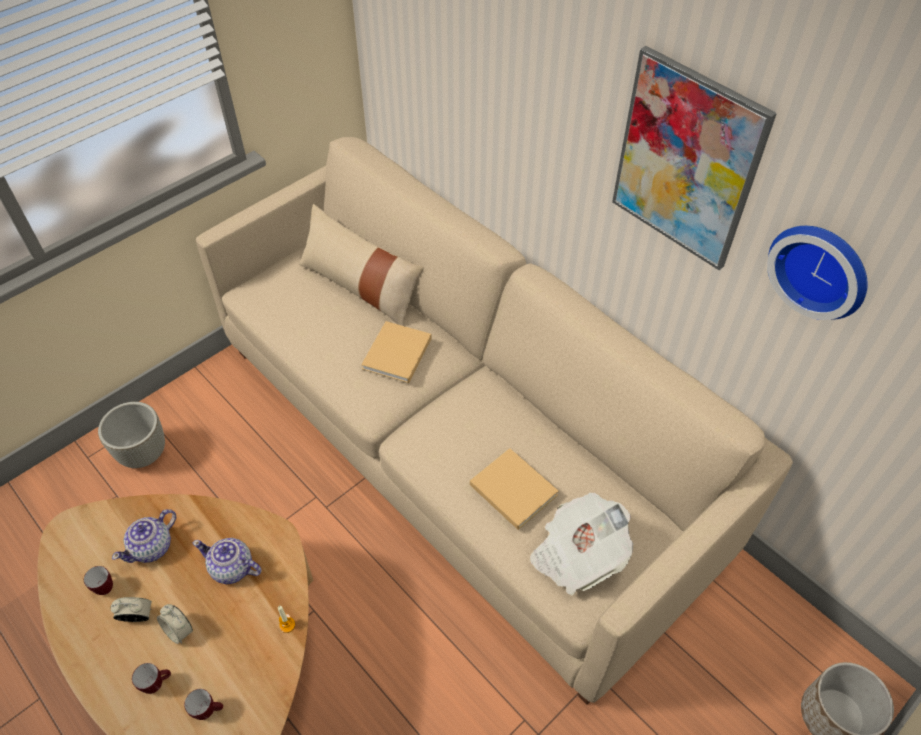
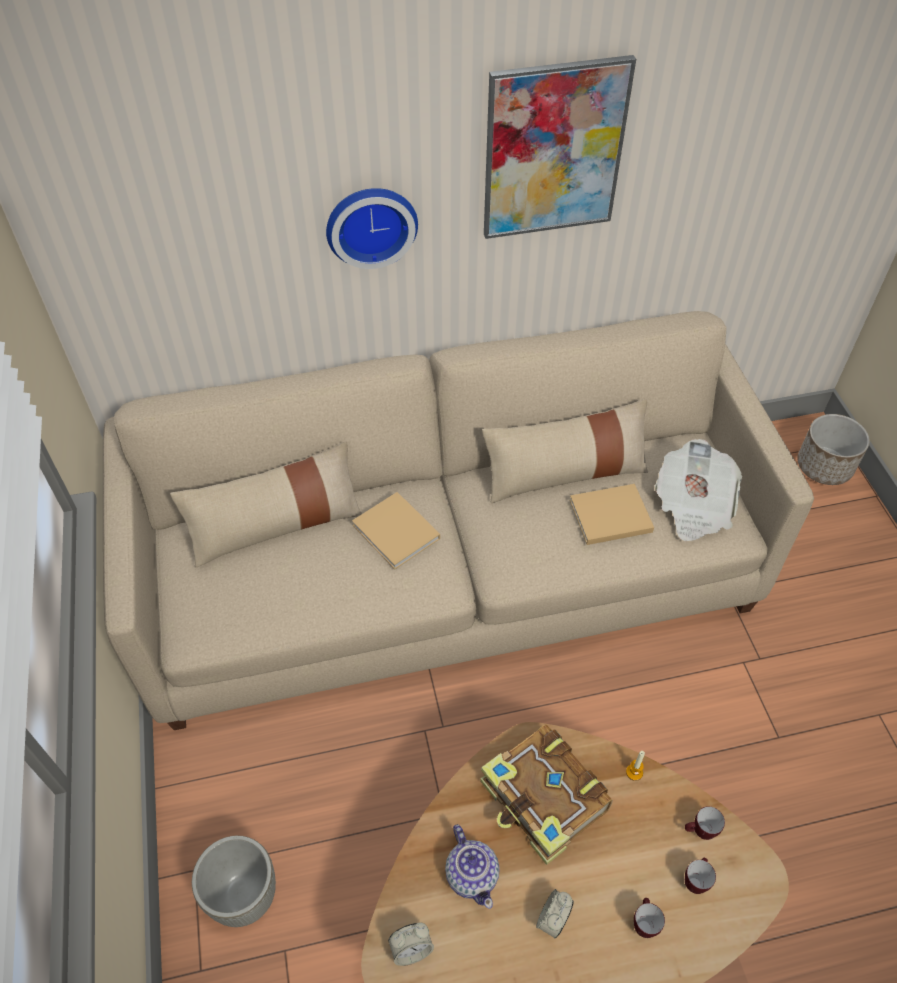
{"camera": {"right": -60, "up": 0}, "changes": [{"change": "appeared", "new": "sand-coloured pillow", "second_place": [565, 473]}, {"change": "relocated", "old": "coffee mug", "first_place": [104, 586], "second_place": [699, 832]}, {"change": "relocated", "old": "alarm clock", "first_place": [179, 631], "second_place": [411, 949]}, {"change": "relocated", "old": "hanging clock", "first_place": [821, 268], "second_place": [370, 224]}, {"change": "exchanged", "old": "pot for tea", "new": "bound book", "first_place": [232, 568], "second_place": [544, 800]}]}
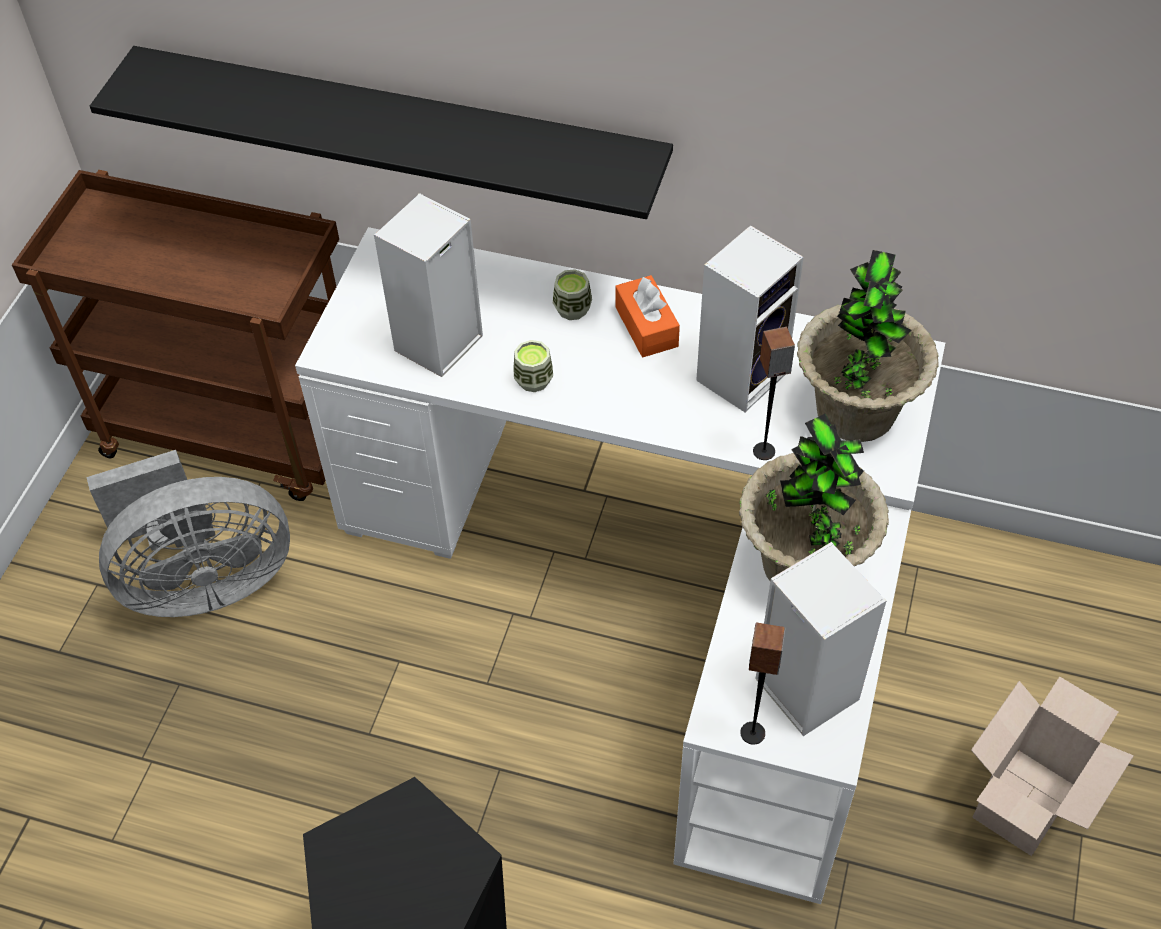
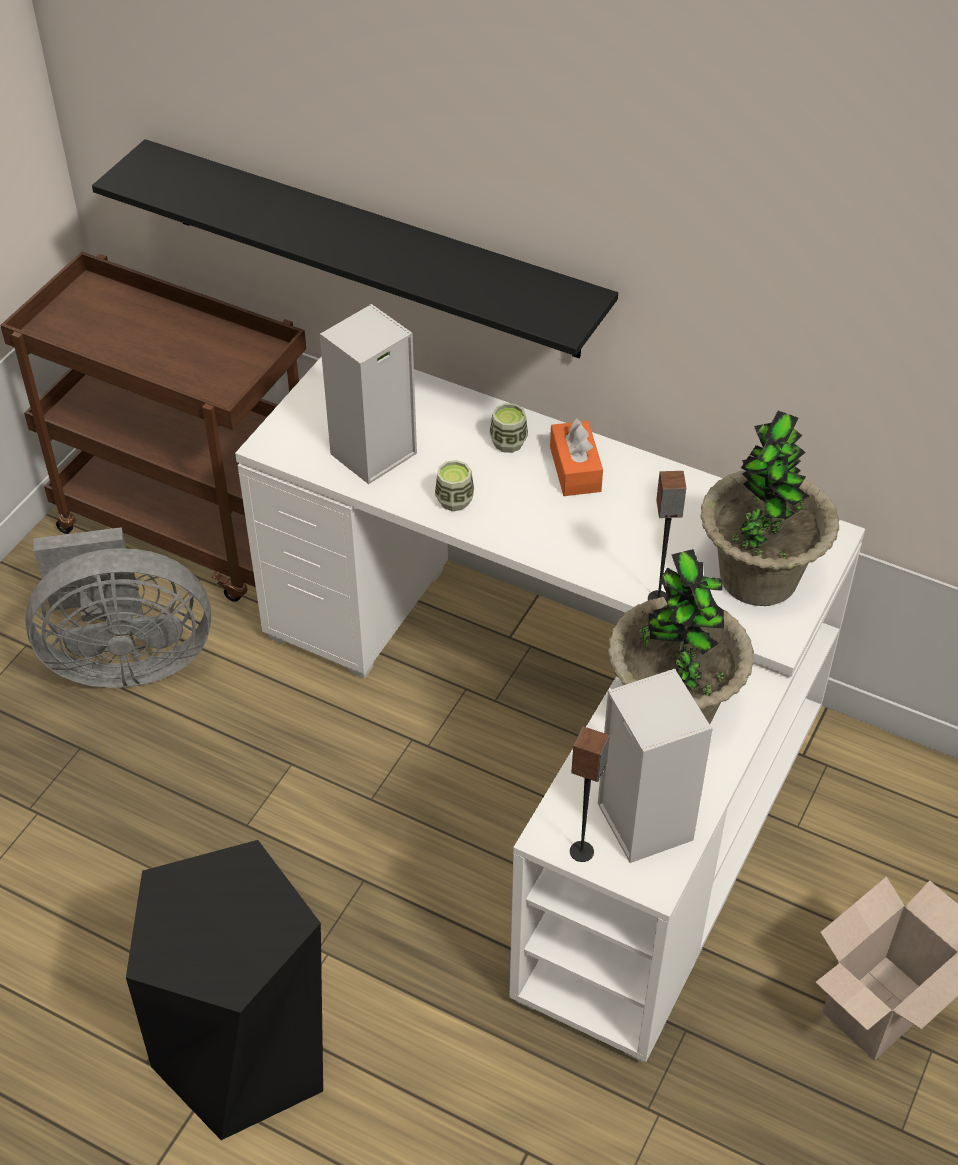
{"camera": {"right": 10, "up": -5}, "changes": [{"change": "missing", "old": "audio speaker", "first_place": [742, 374]}]}
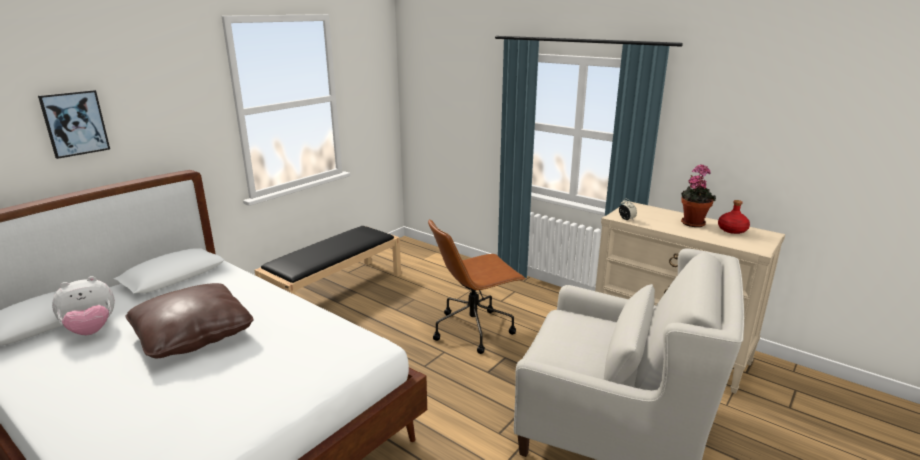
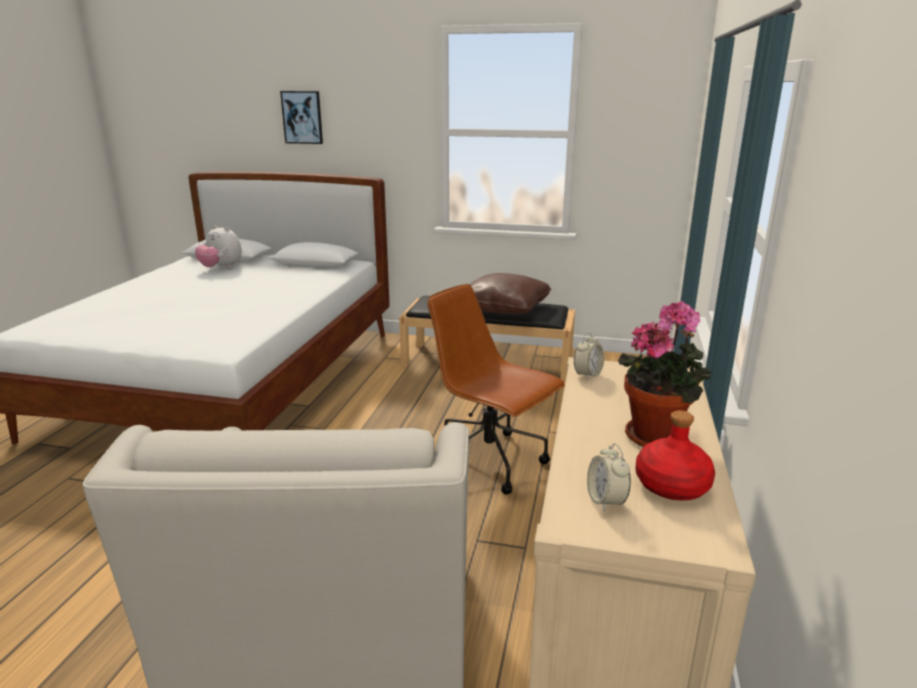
{"camera": {"right": 65, "up": 0}, "changes": [{"change": "appeared", "new": "alarm clock", "second_place": [606, 501]}, {"change": "relocated", "old": "brown pillow", "first_place": [193, 335], "second_place": [505, 308]}]}
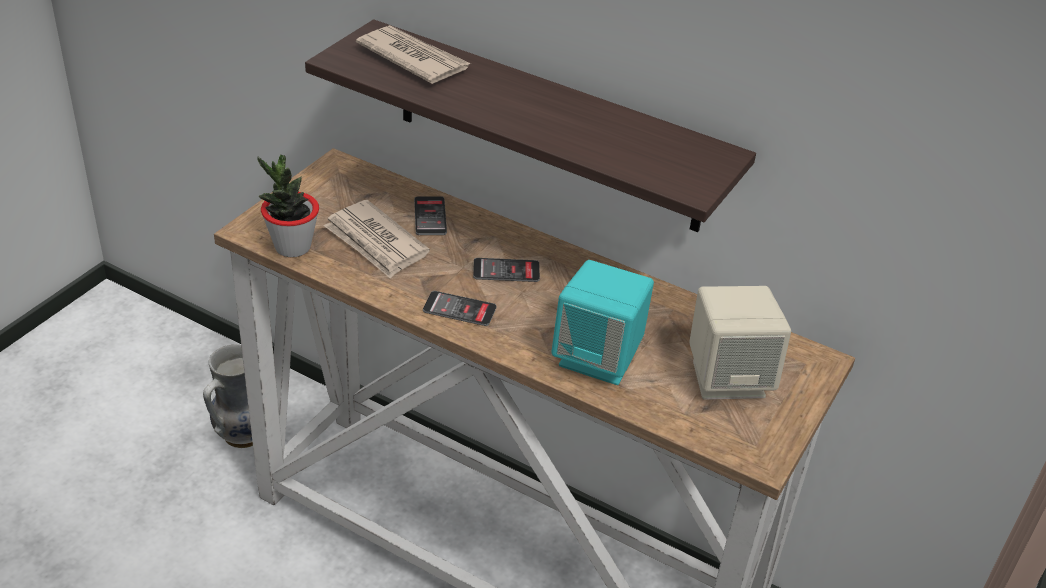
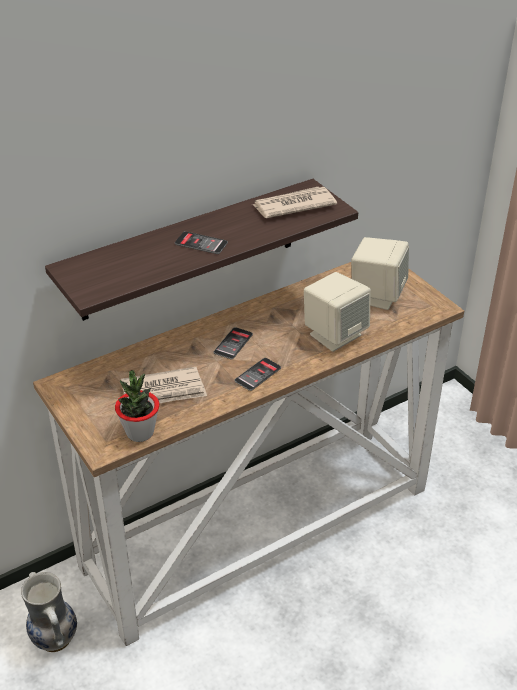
{"camera": {"right": -60, "up": 0}, "changes": [{"change": "relocated", "old": "printed paper", "first_place": [413, 58], "second_place": [293, 205]}, {"change": "relocated", "old": "handset", "first_place": [430, 216], "second_place": [201, 243]}, {"change": "colour", "old": "blue-green audio speaker", "new": "sand-coloured audio speaker", "first_place": [598, 358], "second_place": [335, 334]}]}
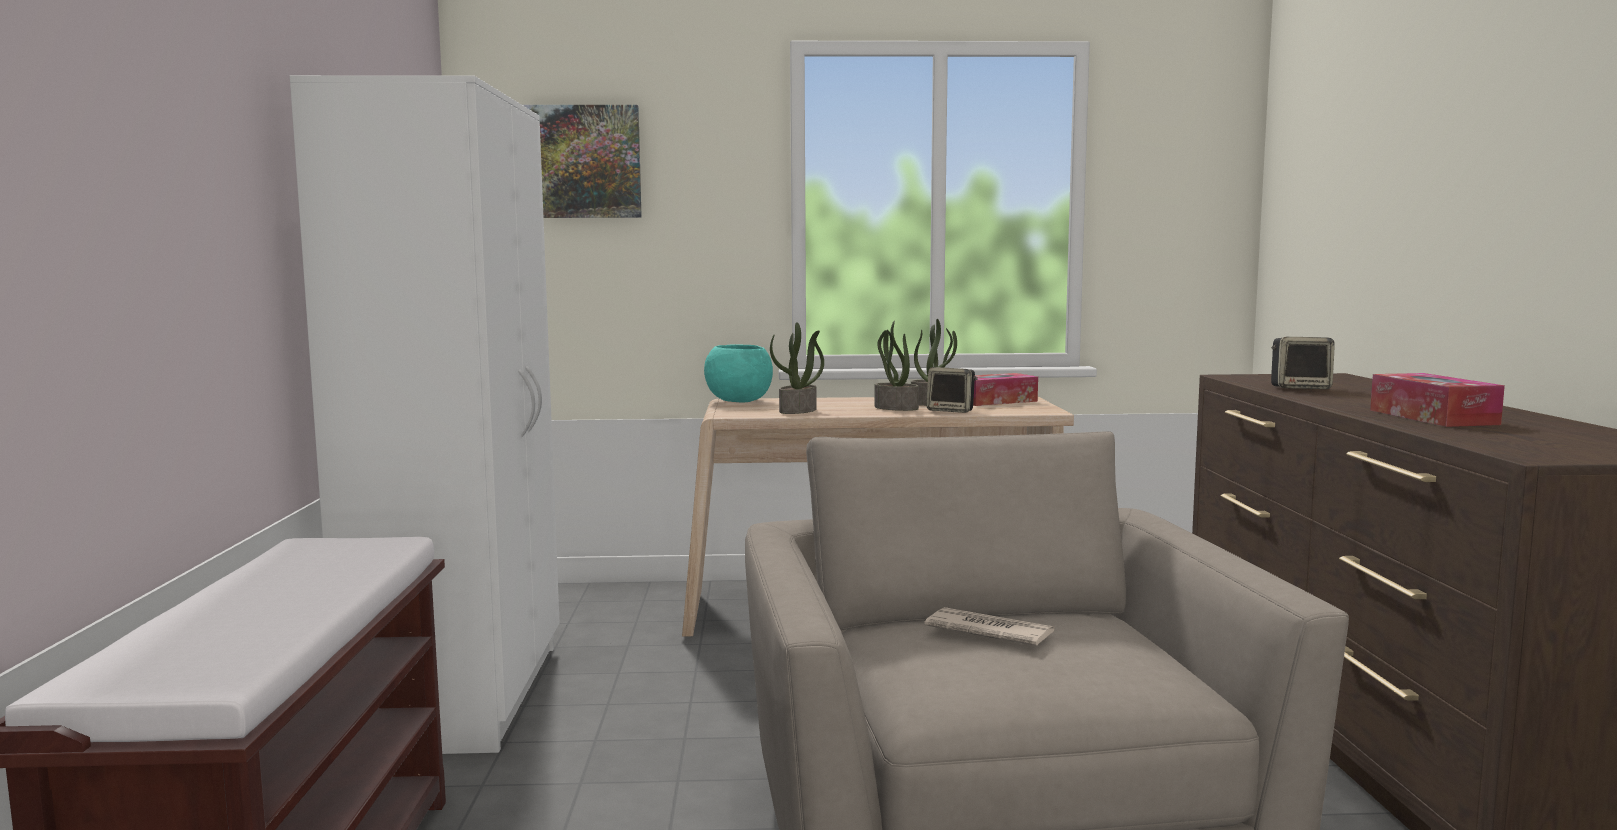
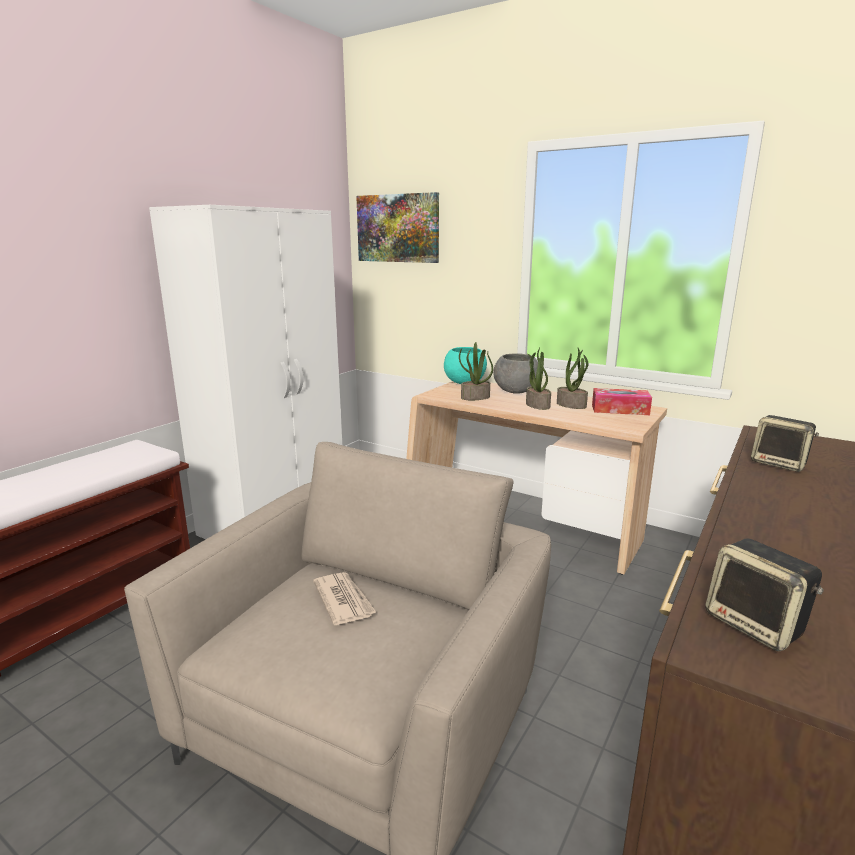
{"camera": {"right": 35, "up": 10}, "changes": [{"change": "missing", "old": "tissue holder", "first_place": [1432, 417]}, {"change": "appeared", "new": "grey serving bowl", "second_place": [515, 391]}, {"change": "relocated", "old": "audio speaker", "first_place": [951, 411], "second_place": [756, 625]}]}
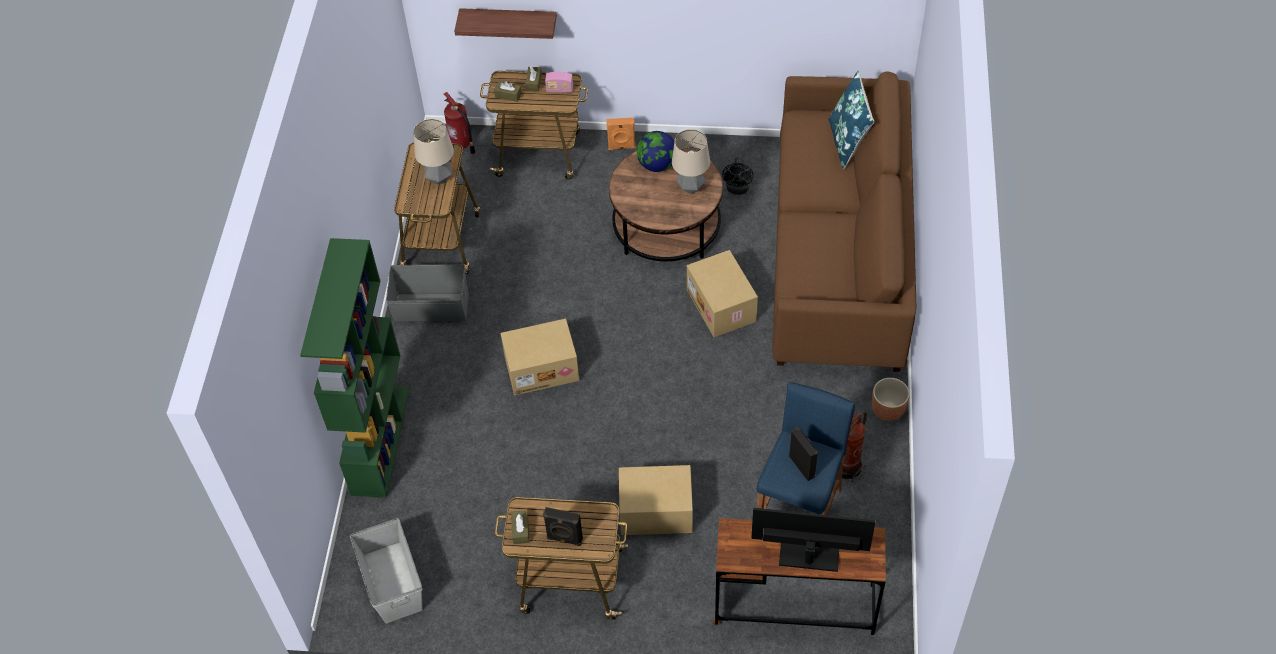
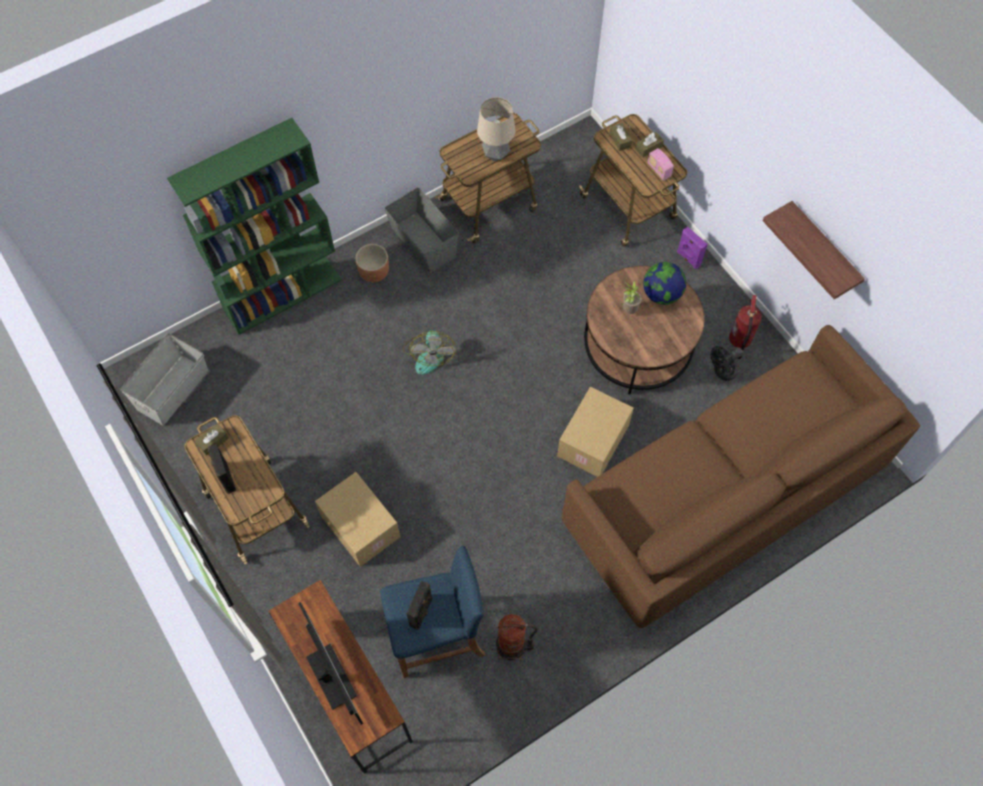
{"camera": {"right": 50, "up": 10}, "changes": [{"change": "missing", "old": "tabletop lamp", "first_place": [691, 187]}, {"change": "missing", "old": "blue-coloured pillow", "first_place": [848, 142]}, {"change": "appeared", "new": "potted plant", "second_place": [629, 309]}, {"change": "relocated", "old": "fire extinguisher", "first_place": [461, 144], "second_place": [739, 341]}, {"change": "relocated", "old": "shelf", "first_place": [509, 22], "second_place": [823, 249]}, {"change": "relocated", "old": "brown planter", "first_place": [888, 410], "second_place": [374, 273]}, {"change": "exchanged", "old": "cardboard box", "new": "electric fan", "first_place": [542, 367], "second_place": [429, 354]}, {"change": "colour", "old": "orange-coloured audio speaker", "new": "purple audio speaker", "first_place": [621, 147], "second_place": [688, 259]}]}
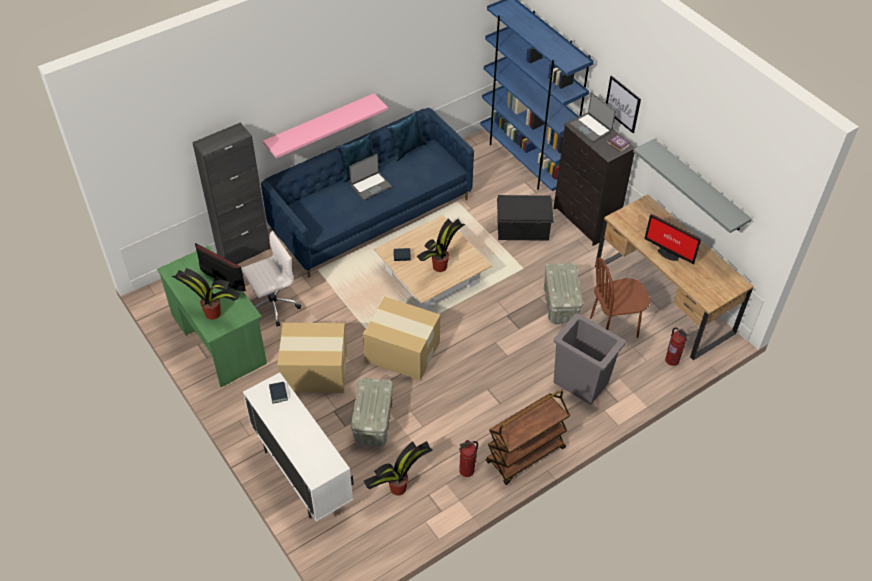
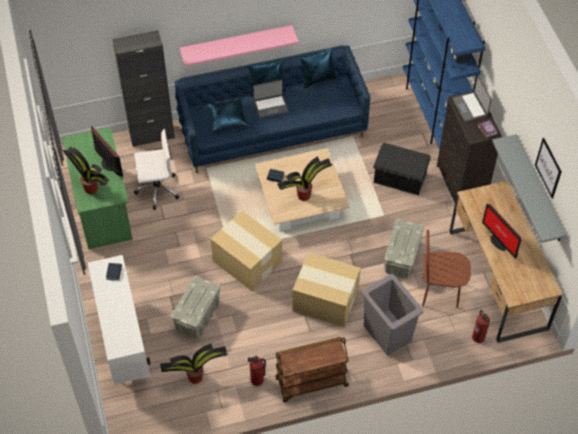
{"camera": {"right": 20, "up": 5}, "changes": [{"change": "appeared", "new": "blue-coloured pillow", "second_place": [228, 118]}, {"change": "relocated", "old": "cardboard box", "first_place": [314, 370], "second_place": [324, 299]}, {"change": "relocated", "old": "wall picture", "first_place": [622, 104], "second_place": [548, 168]}]}
